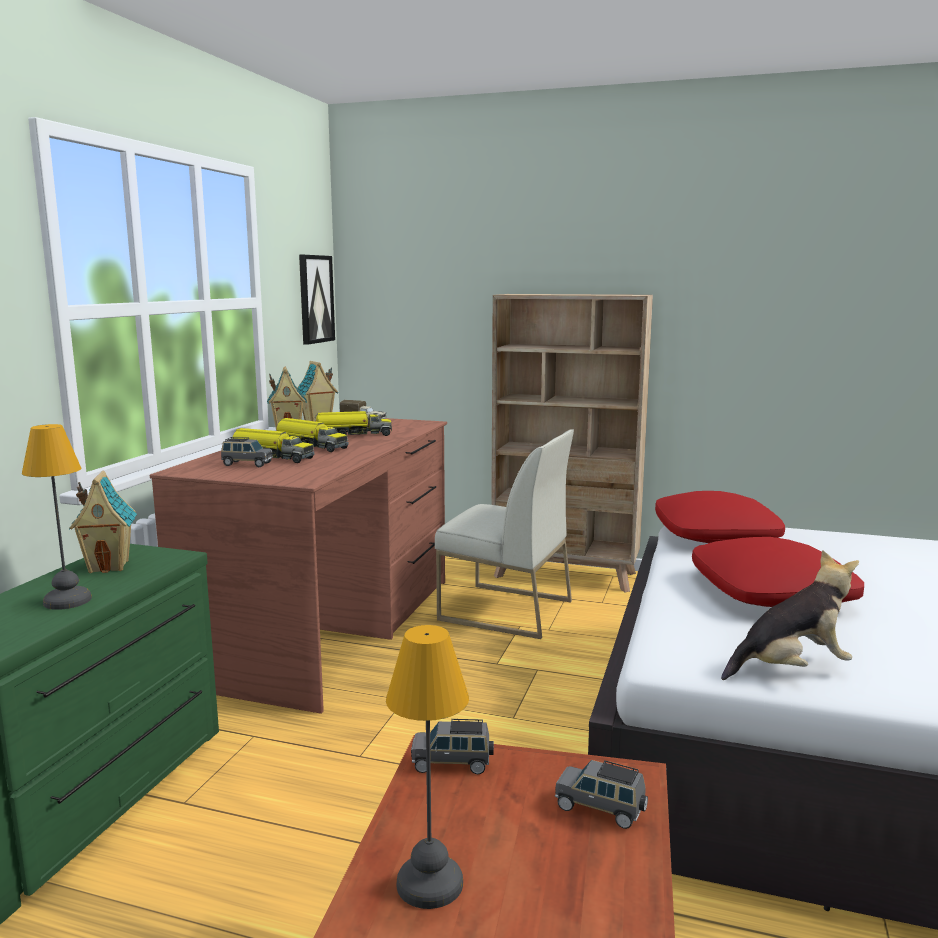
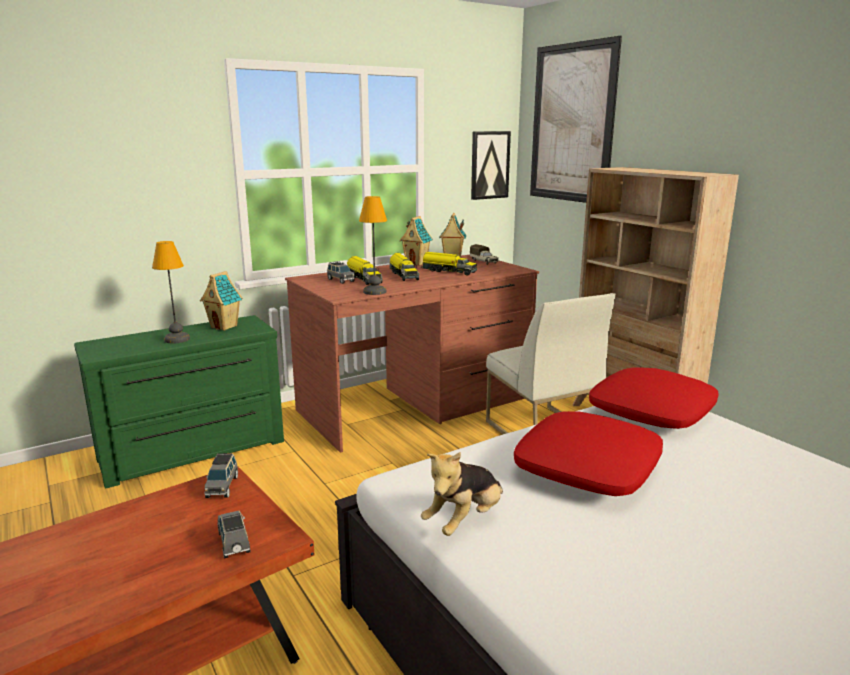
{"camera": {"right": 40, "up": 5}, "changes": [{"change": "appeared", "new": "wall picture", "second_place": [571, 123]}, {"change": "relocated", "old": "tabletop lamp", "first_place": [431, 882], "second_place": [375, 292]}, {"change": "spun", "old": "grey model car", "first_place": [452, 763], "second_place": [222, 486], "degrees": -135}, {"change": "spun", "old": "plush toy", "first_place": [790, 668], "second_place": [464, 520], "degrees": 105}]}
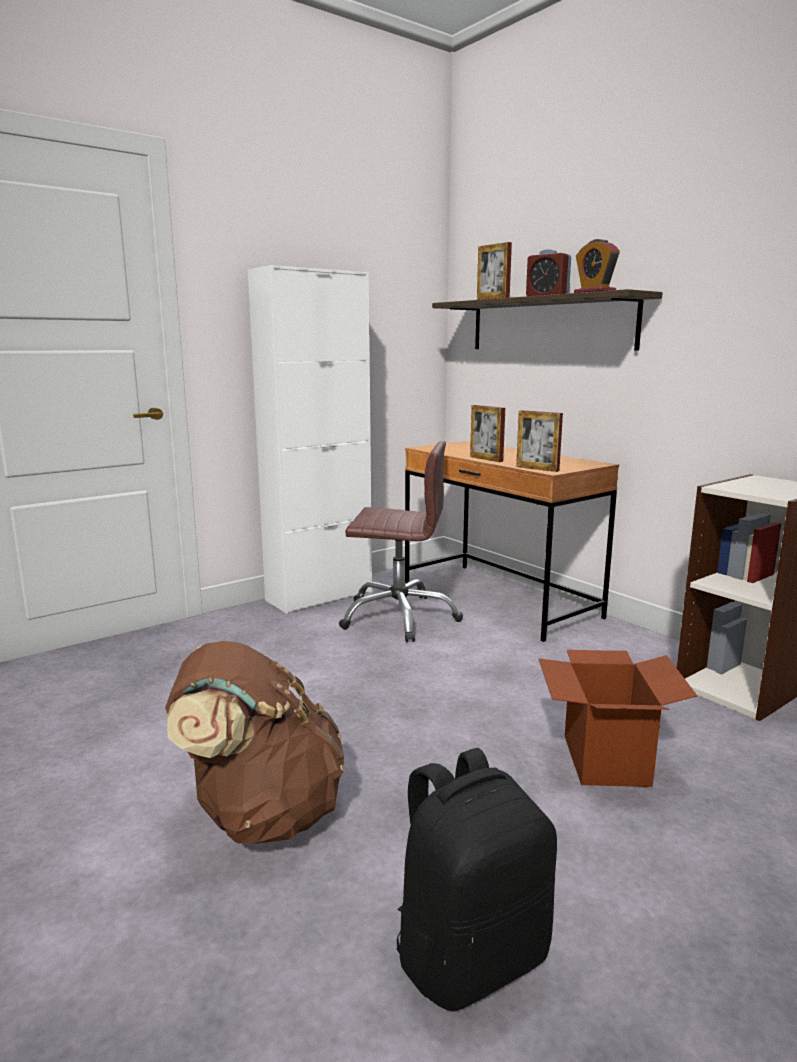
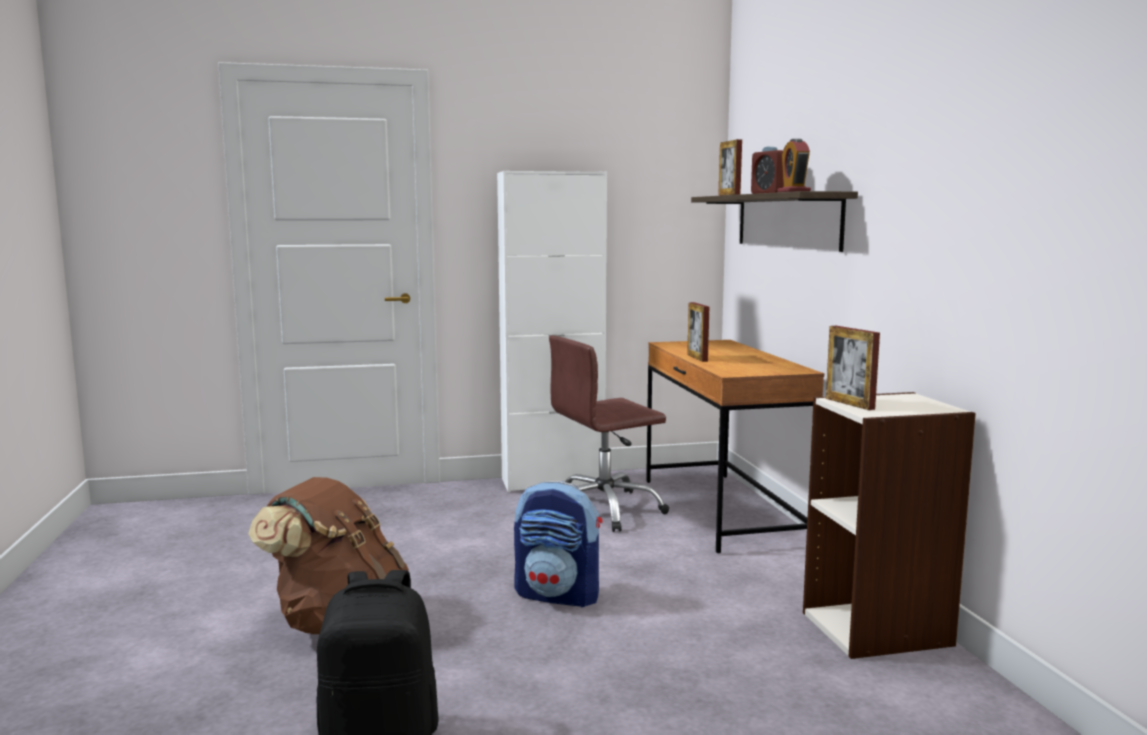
{"camera": {"right": 25, "up": -5}, "changes": [{"change": "missing", "old": "cardboard box", "first_place": [605, 760]}, {"change": "appeared", "new": "backpack", "second_place": [559, 595]}, {"change": "relocated", "old": "standing frame", "first_place": [537, 469], "second_place": [849, 403]}, {"change": "spun", "old": "brown desk chair", "first_place": [399, 617], "second_place": [604, 510], "degrees": 120}]}
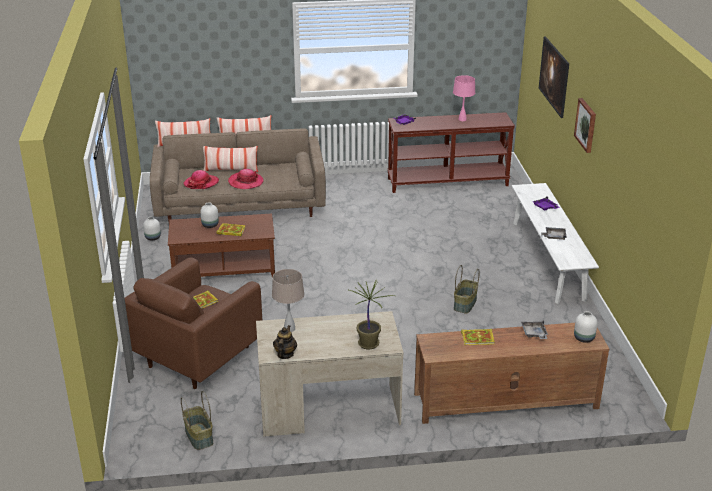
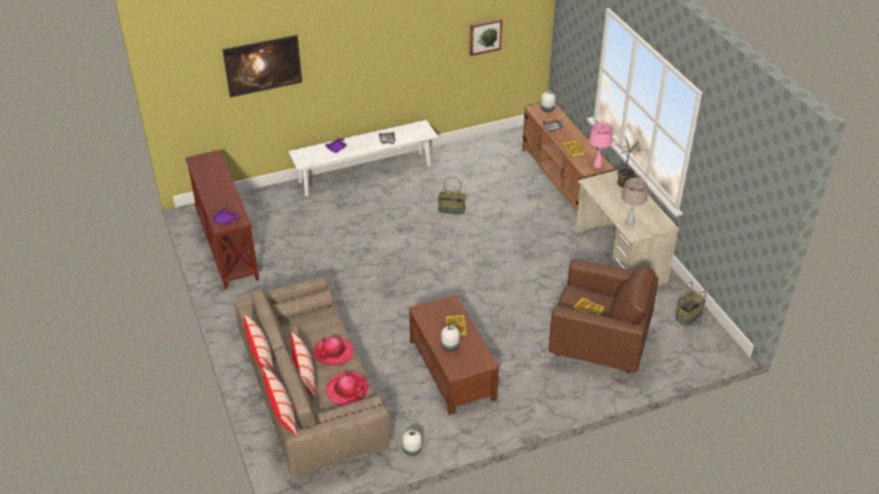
{"camera": {"right": -105, "up": 10}, "changes": [{"change": "missing", "old": "pot for tea", "first_place": [285, 354]}, {"change": "relocated", "old": "pink-coloured tabletop lamp", "first_place": [462, 119], "second_place": [597, 165]}, {"change": "relocated", "old": "wall picture", "first_place": [586, 125], "second_place": [485, 36]}]}
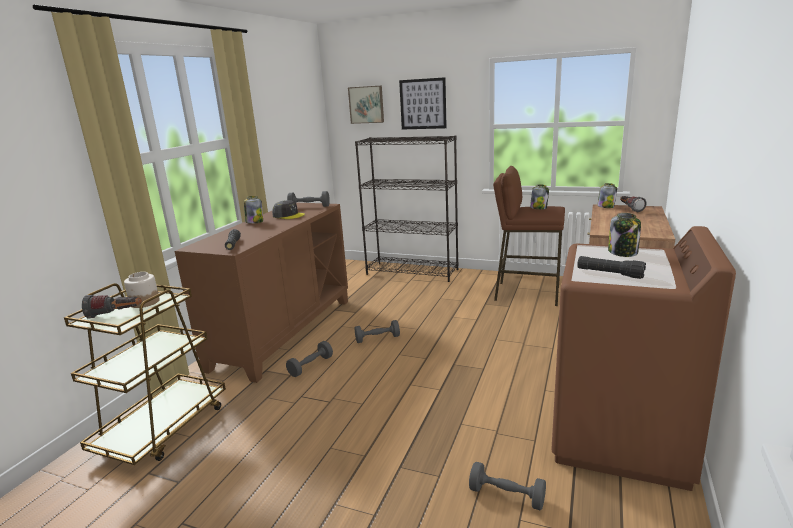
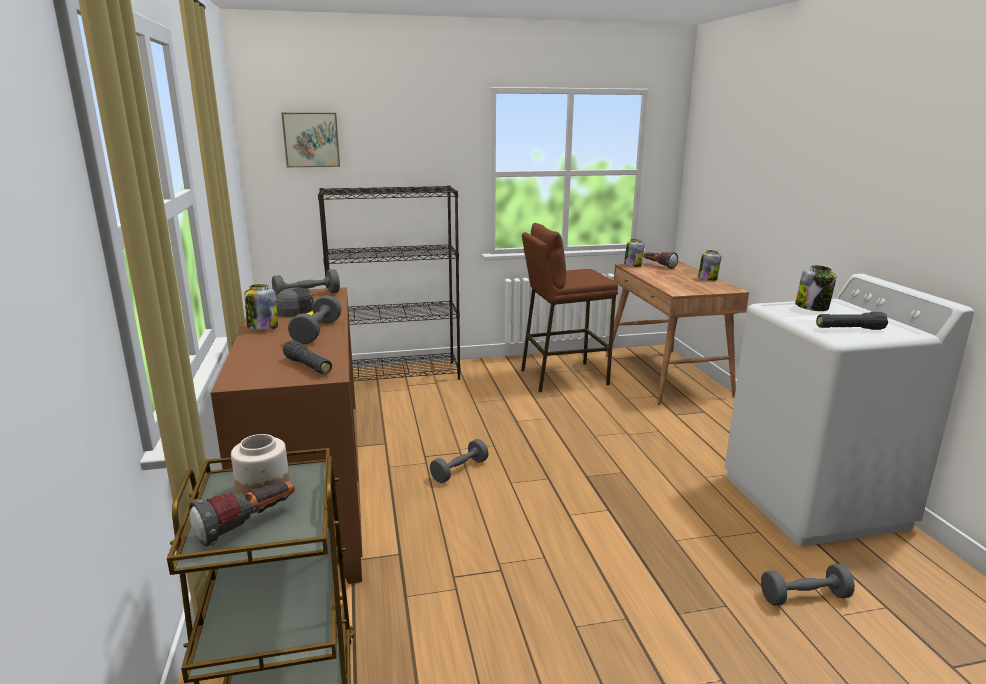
{"camera": {"right": -35, "up": 0}, "changes": [{"change": "missing", "old": "wall picture", "first_place": [423, 104]}, {"change": "relocated", "old": "grey hand weight", "first_place": [311, 366], "second_place": [317, 332]}, {"change": "relocated", "old": "storage jar", "first_place": [538, 208], "second_place": [707, 279]}, {"change": "colour", "old": "brown laundry appliance", "new": "whitish laundry appliance", "first_place": [620, 437], "second_place": [814, 502]}]}
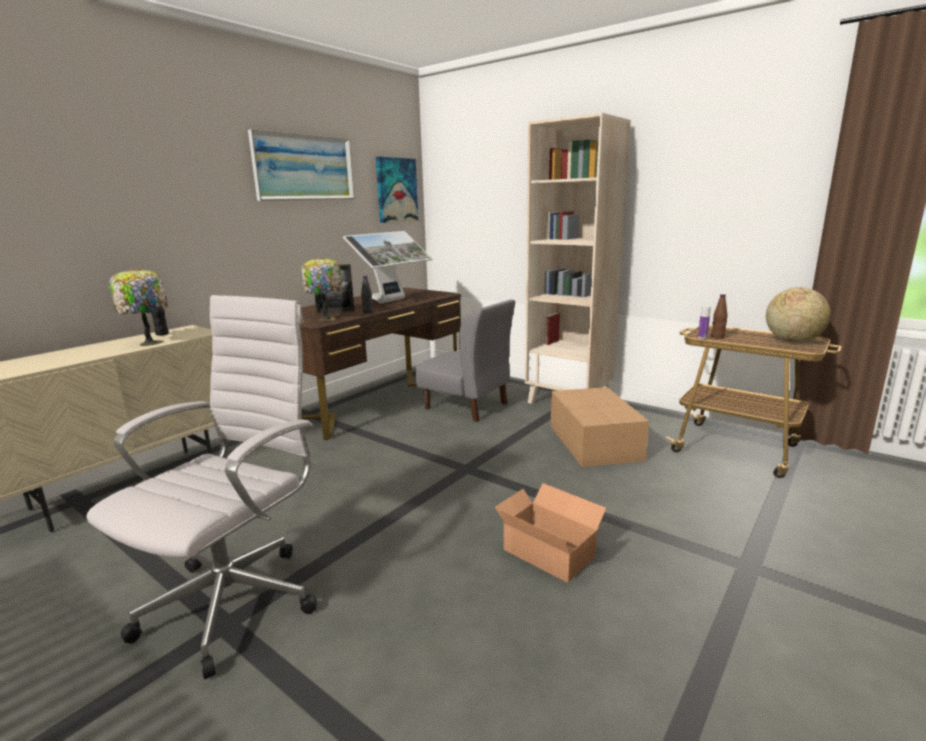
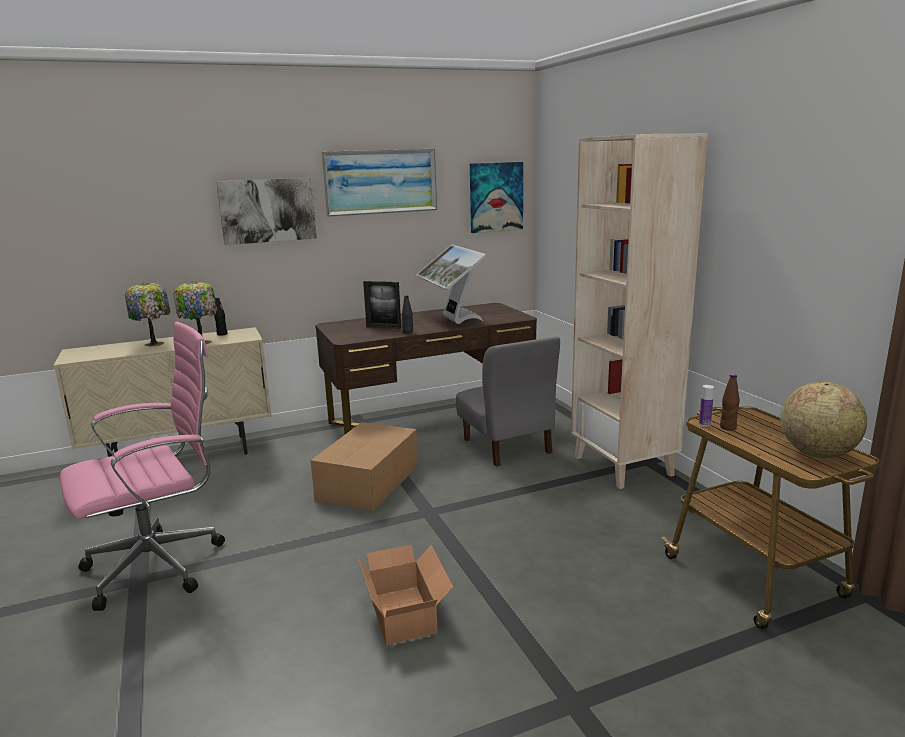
{"camera": {"right": 30, "up": 0}, "changes": [{"change": "appeared", "new": "wall picture", "second_place": [267, 210]}, {"change": "relocated", "old": "tabletop lamp", "first_place": [326, 319], "second_place": [155, 343]}, {"change": "relocated", "old": "cardboard box", "first_place": [594, 443], "second_place": [367, 482]}, {"change": "colour", "old": "whitish desk chair", "new": "pink-coloured desk chair", "first_place": [237, 599], "second_place": [161, 565]}, {"change": "spun", "old": "computer display", "first_place": [391, 301], "second_place": [453, 320], "degrees": 90}]}
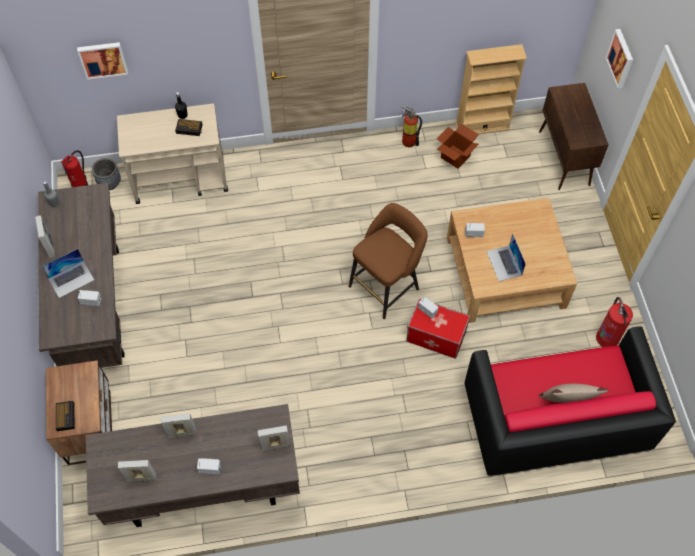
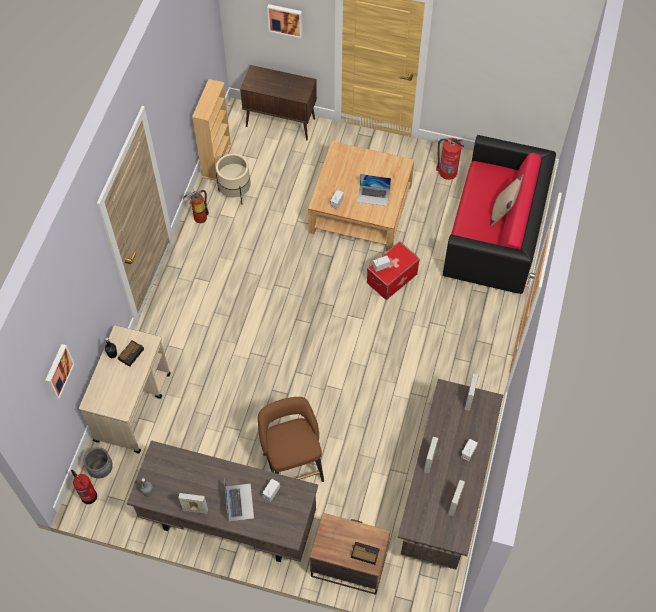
{"camera": {"right": -65, "up": 0}, "changes": [{"change": "relocated", "old": "brown stool seat", "first_place": [386, 285], "second_place": [292, 464]}, {"change": "exchanged", "old": "cardboard box", "new": "sand-coloured planter", "first_place": [455, 156], "second_place": [235, 192]}]}
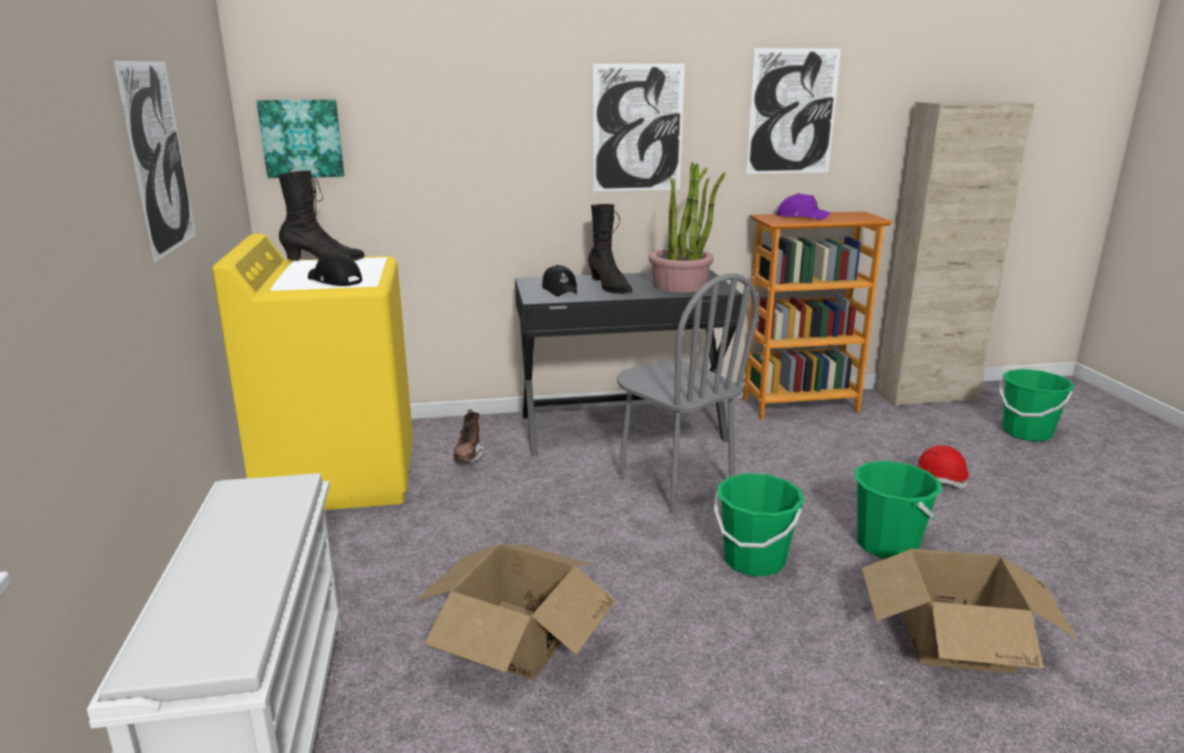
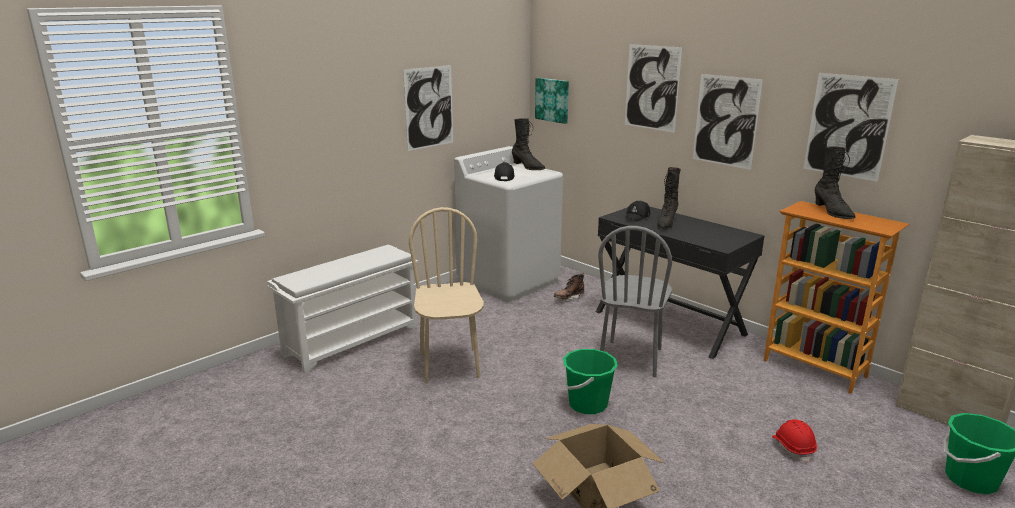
{"camera": {"right": 55, "up": 0}, "changes": [{"change": "missing", "old": "potted plant", "first_place": [680, 285]}, {"change": "missing", "old": "green pail", "first_place": [887, 545]}, {"change": "appeared", "new": "wall picture", "second_place": [652, 88]}, {"change": "exchanged", "old": "cardboard box", "new": "sand-coloured chair", "first_place": [517, 637], "second_place": [450, 365]}, {"change": "exchanged", "old": "purple peaked cap", "new": "black-coloured boot", "first_place": [801, 216], "second_place": [832, 212]}, {"change": "colour", "old": "yellowish laundry appliance", "new": "whitish laundry appliance", "first_place": [339, 475], "second_place": [509, 281]}]}
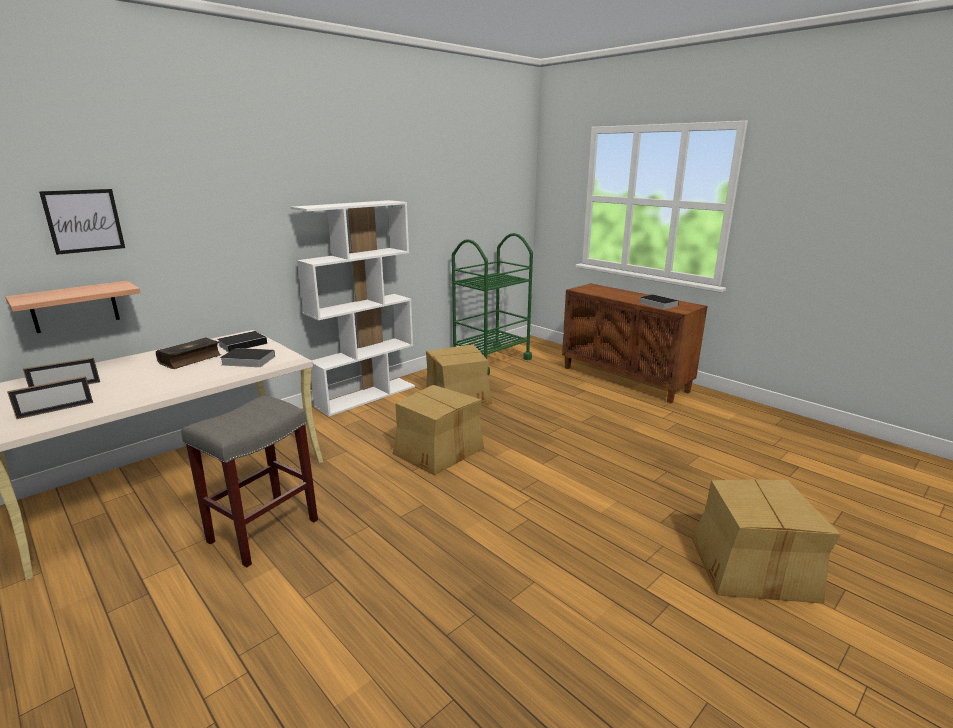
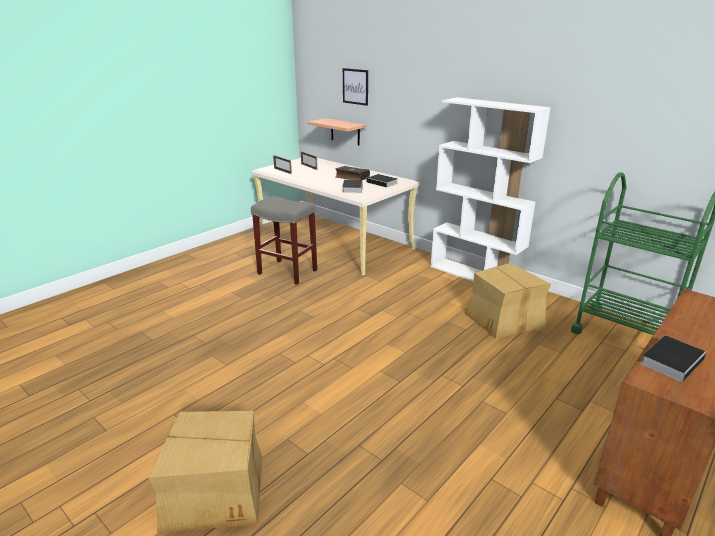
{"camera": {"right": 85, "up": 5}, "changes": [{"change": "missing", "old": "cardboard box", "first_place": [437, 450]}]}
